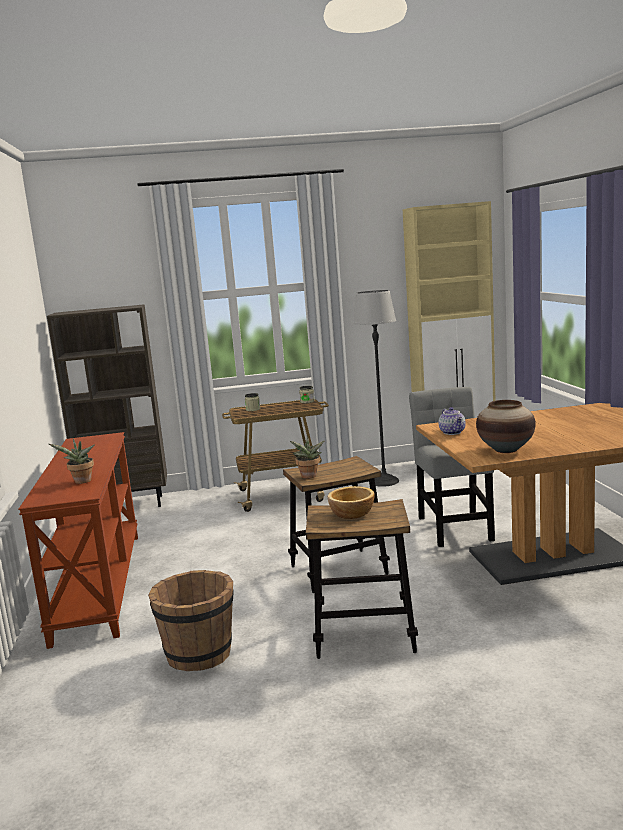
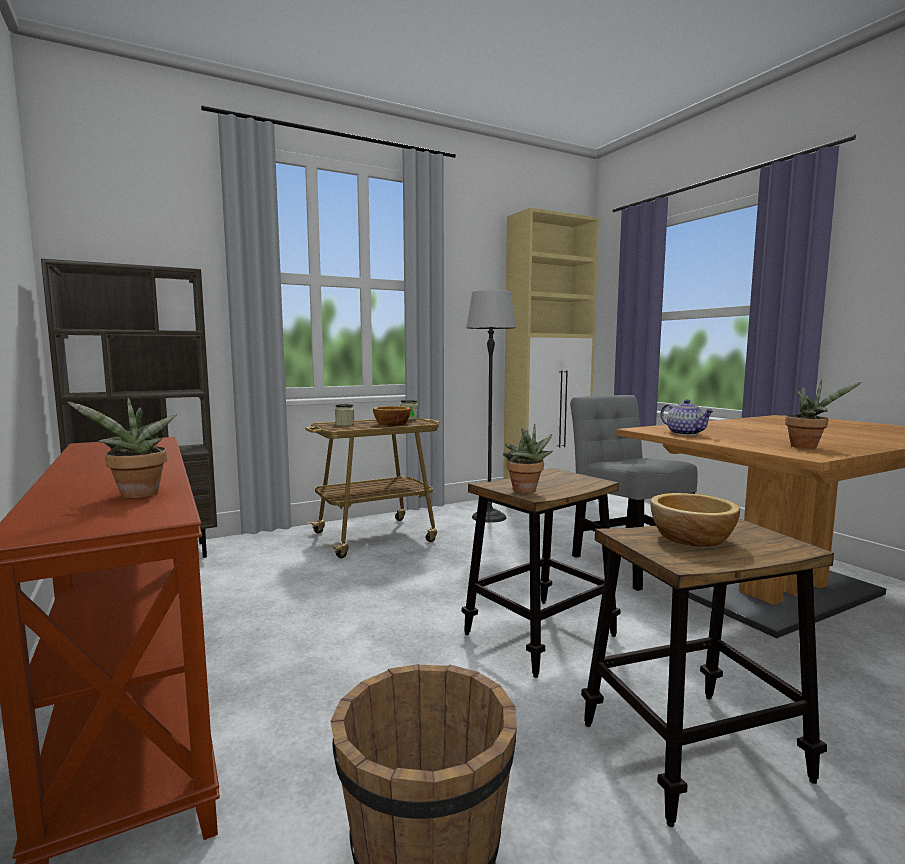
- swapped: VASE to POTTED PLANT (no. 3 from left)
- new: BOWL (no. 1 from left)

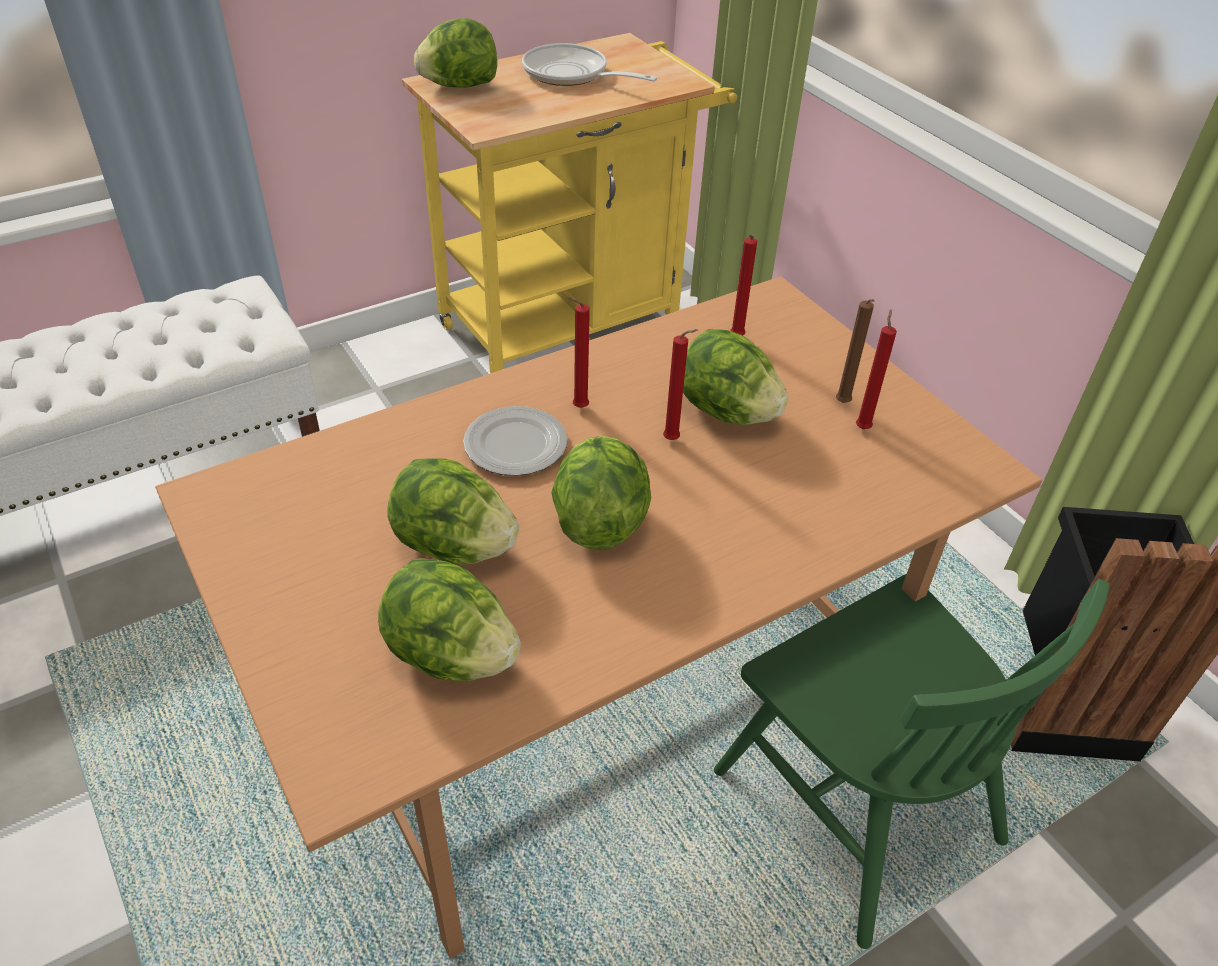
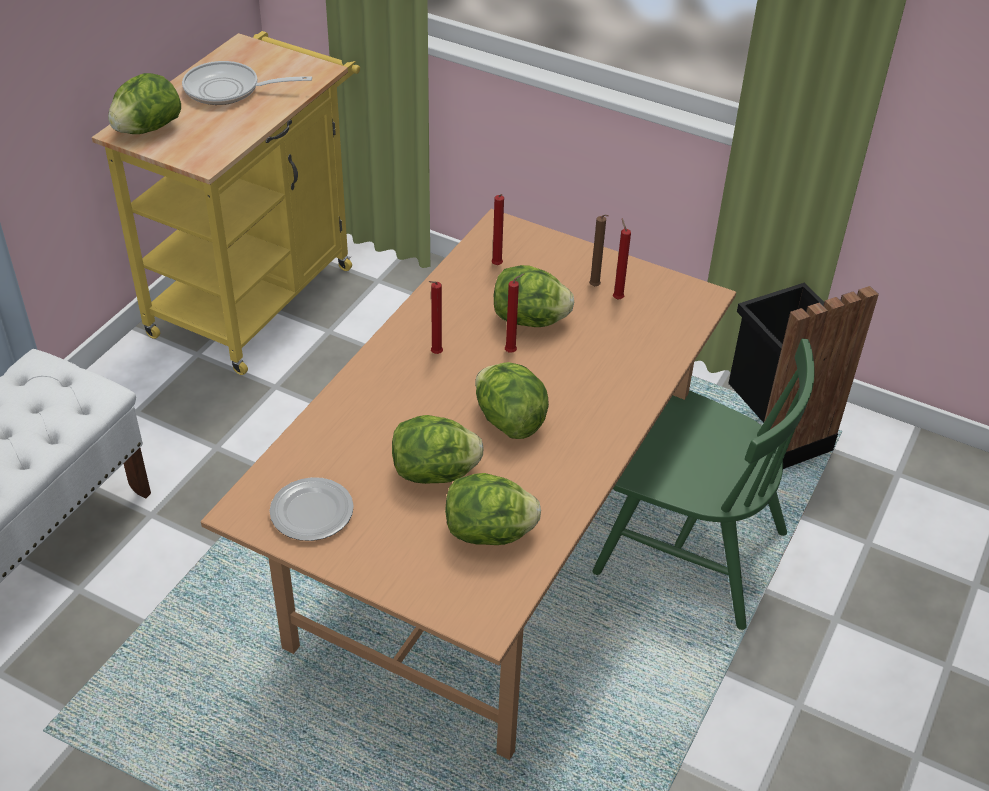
- shifted: PLATE

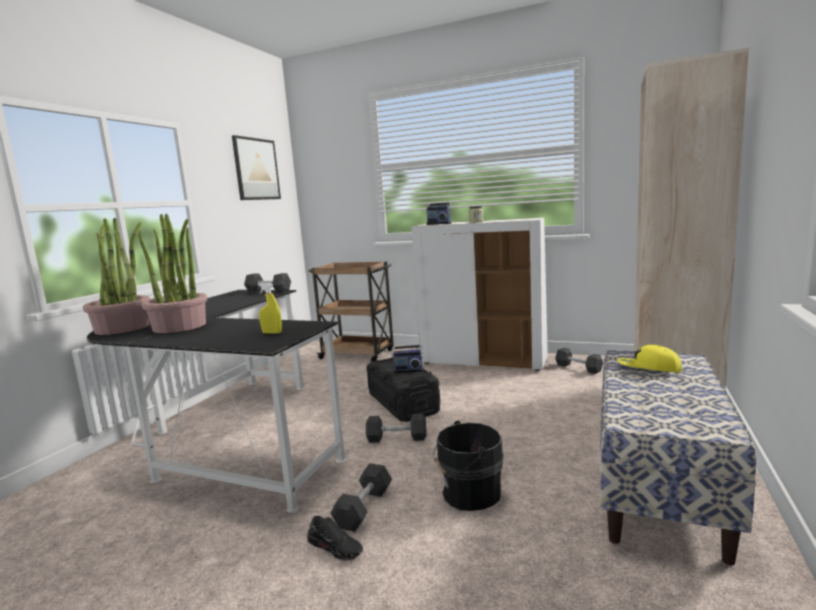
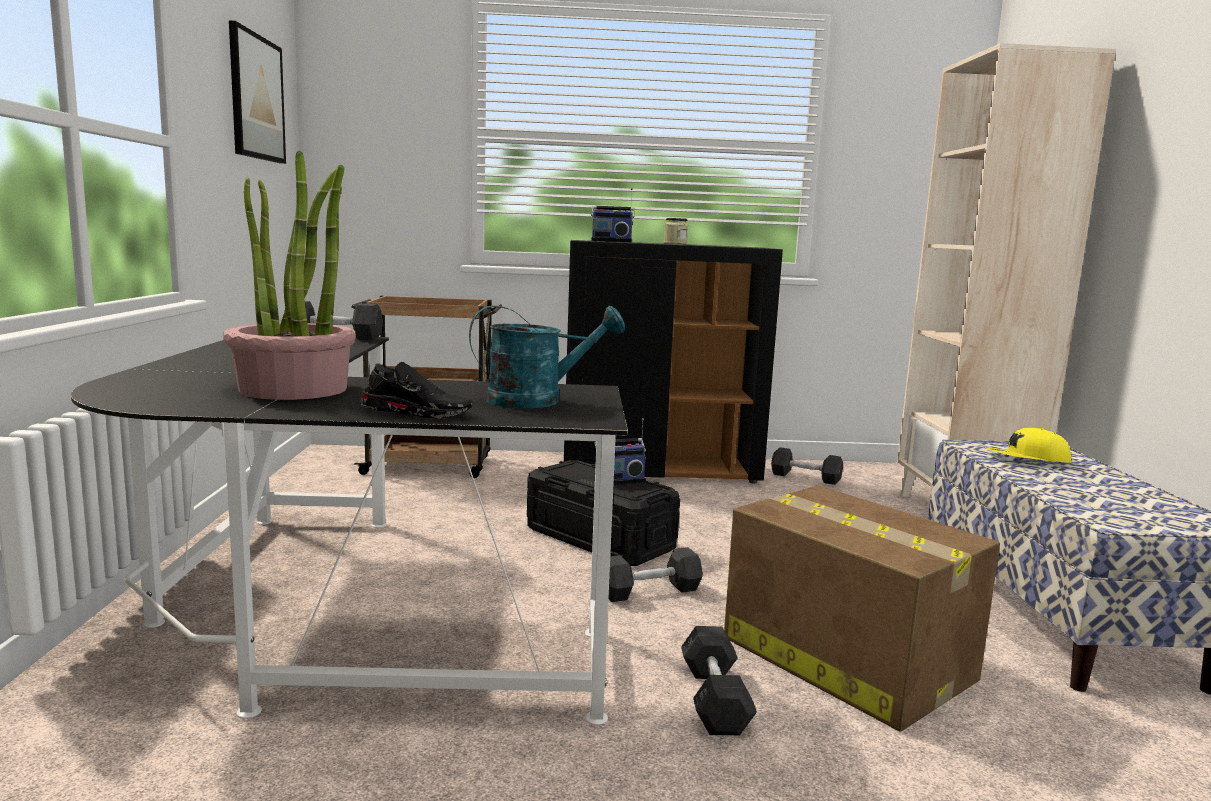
- gone: POTTED PLANT (no. 1 from left)
- swapped: YELLOW SPRAY BOTTLE to TURQUOISE WATERING CAN
- shifted: BLACK SHOE
- repainted: WHITE CABINET to BLACK CABINET
- swapped: BLACK BUCKET to CARDBOARD BOX

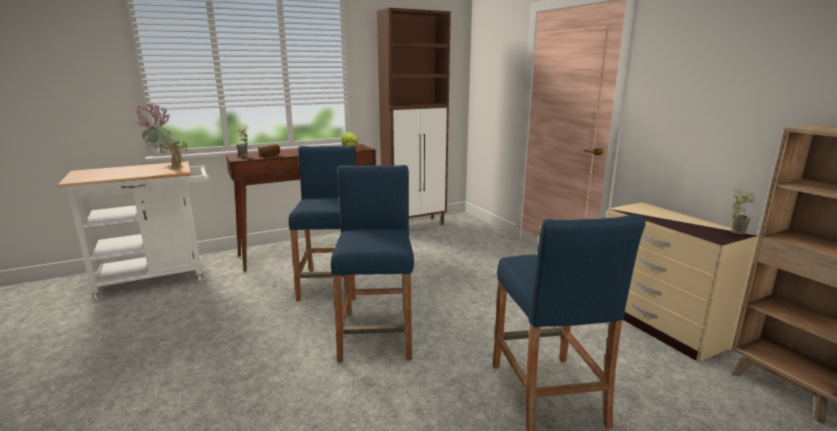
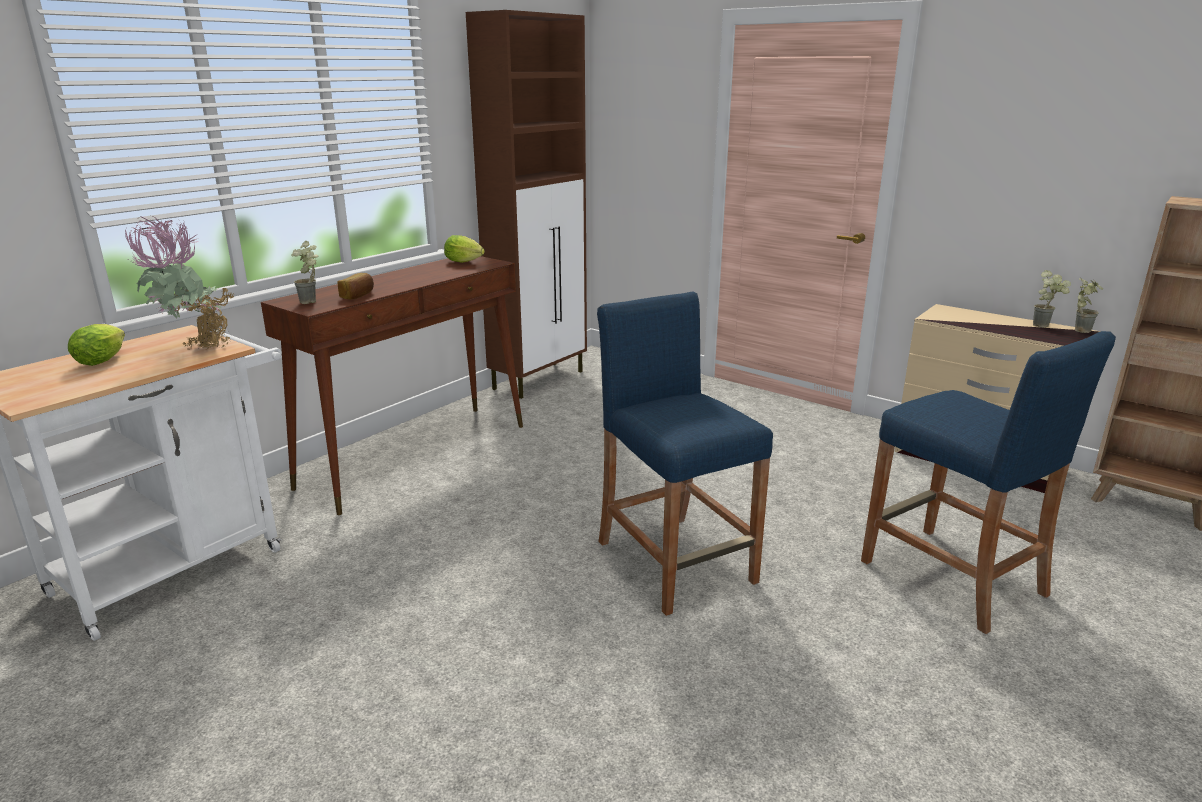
- gone: BLUE STOOL (no. 1 from left)
- new: LETTUCE (no. 1 from left)
- new: POTTED PLANT (no. 3 from left)

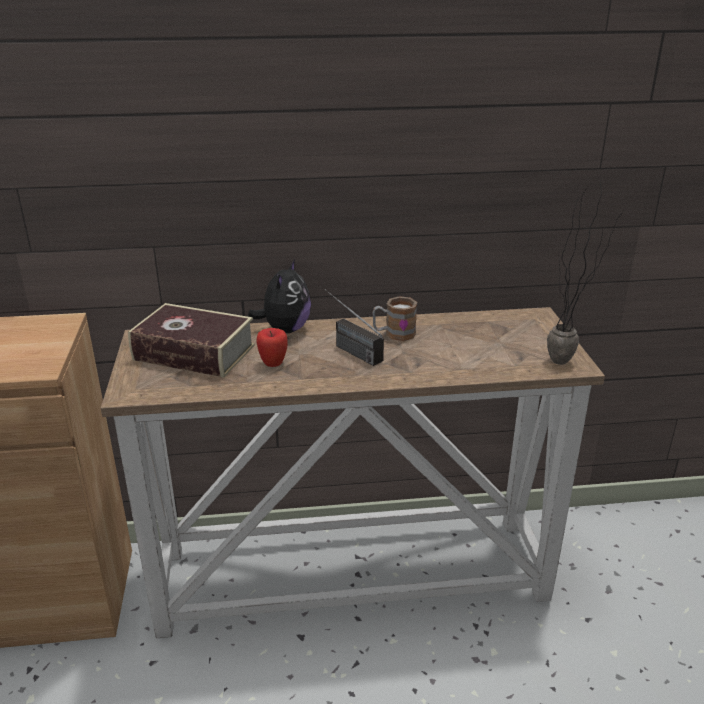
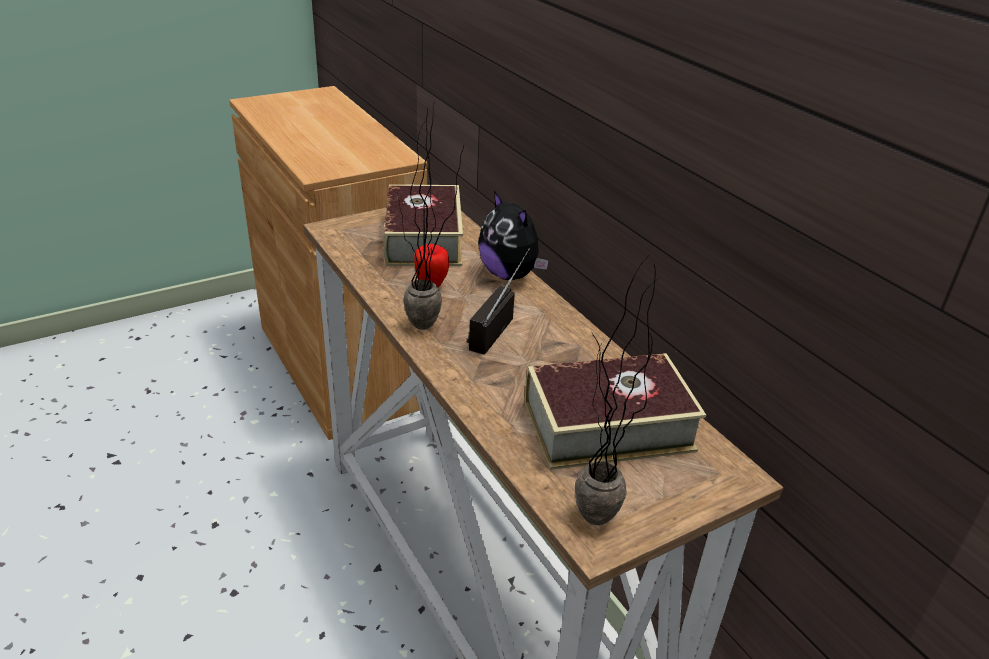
- rotated: PLUSH TOY 60 degrees clockwise
- gone: MUG
- new: POTTED PLANT (no. 1 from left)
- new: BOOK (no. 2 from left)

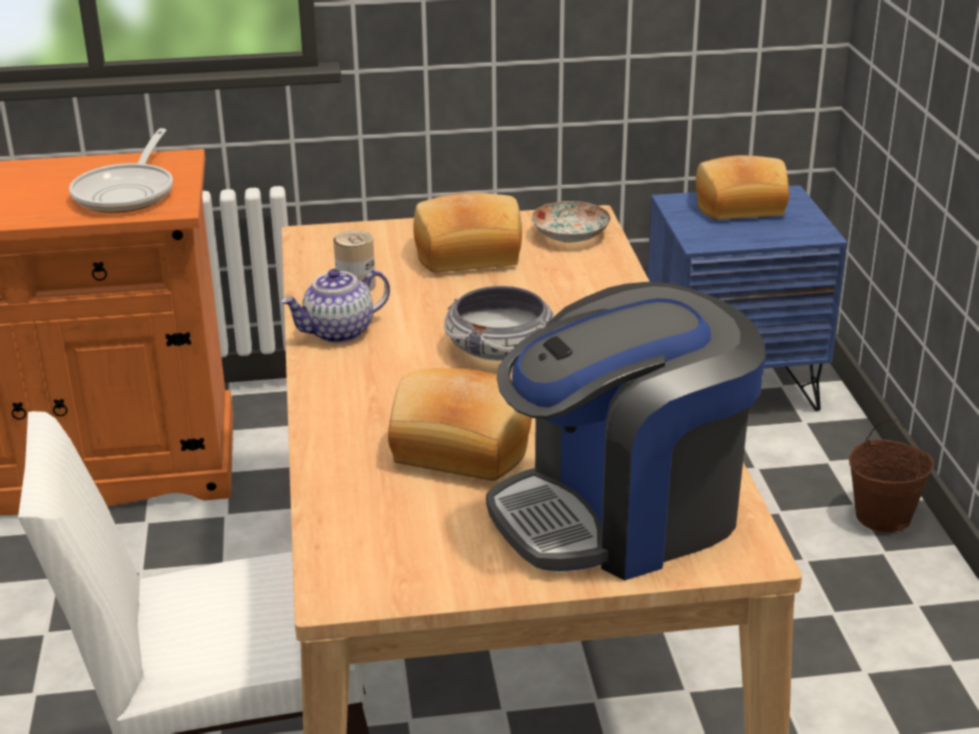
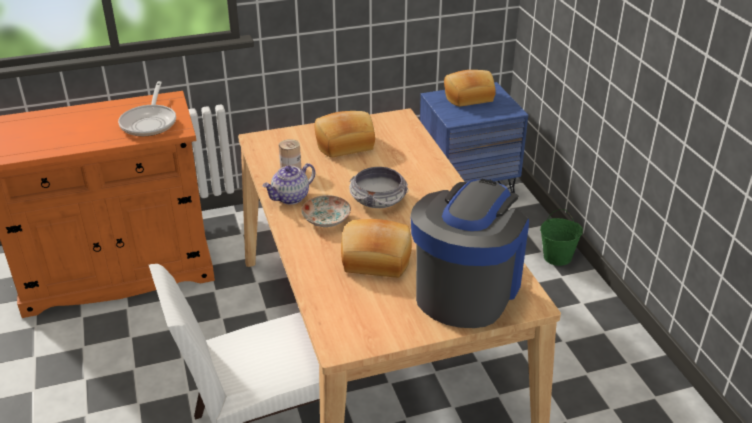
- rotated: COFFEE MACHINE 150 degrees clockwise
- shifted: PLATE
- repainted: BROWN BUCKET to GREEN BUCKET

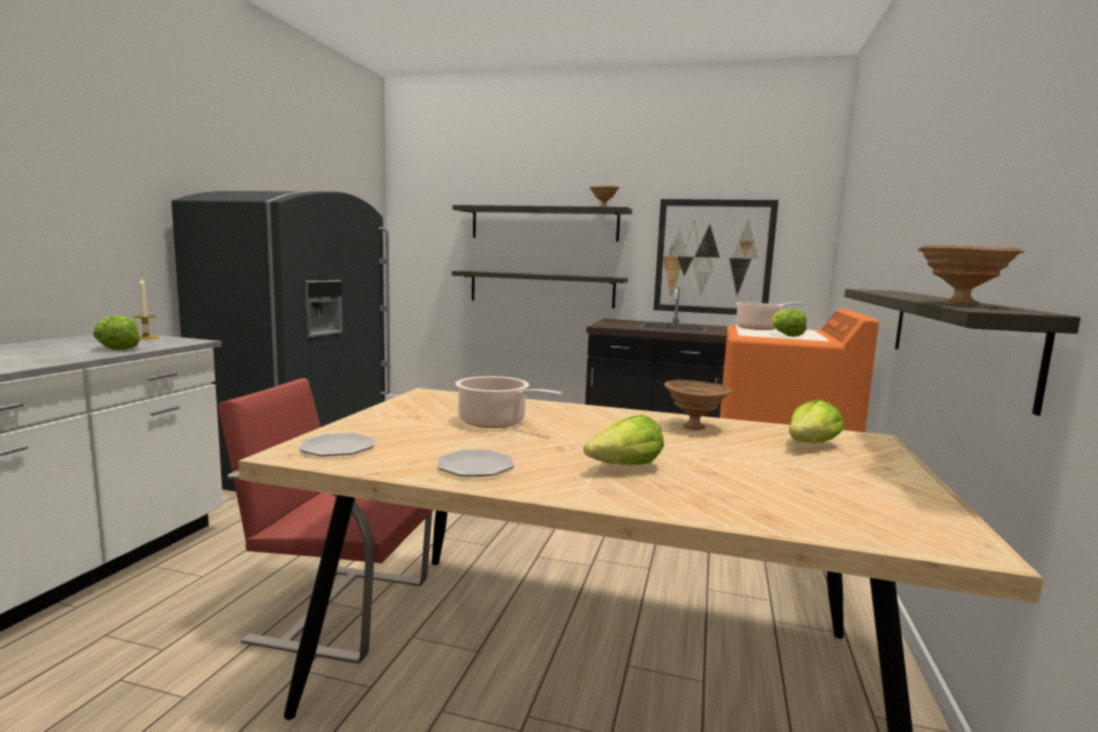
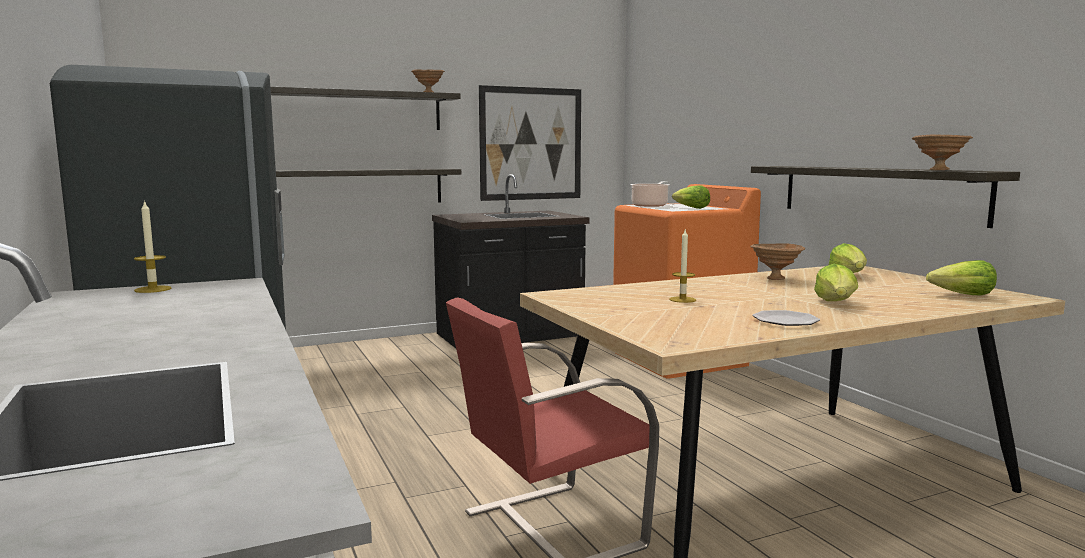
- shifted: LETTUCE (no. 1 from left in the first image) to LETTUCE (no. 4 from left)
- gone: PLATE (no. 1 from left)
- swapped: COOKING POT (no. 1 from left) to CANDLE (no. 2 from left)

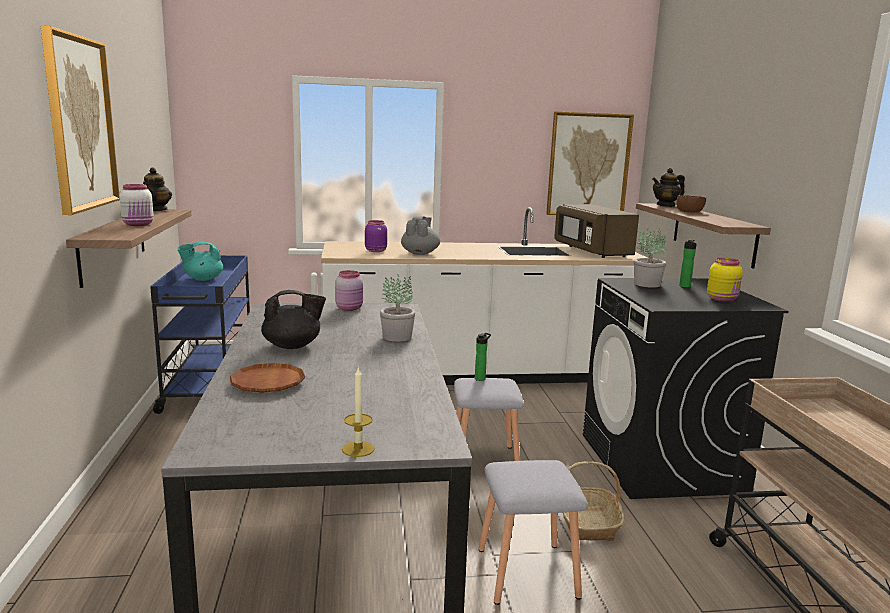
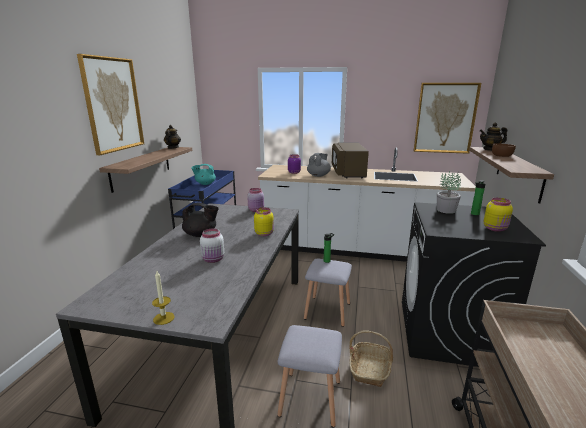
- shifted: WHITE JAR
- gone: BROWN PLATE
- swapped: POTTED PLANT (no. 1 from left) to YELLOW JAR (no. 1 from left)
- shifted: BROWN MICROWAVE

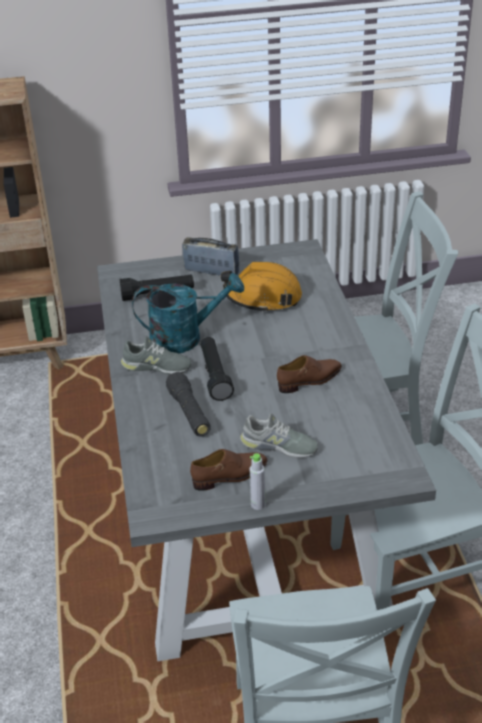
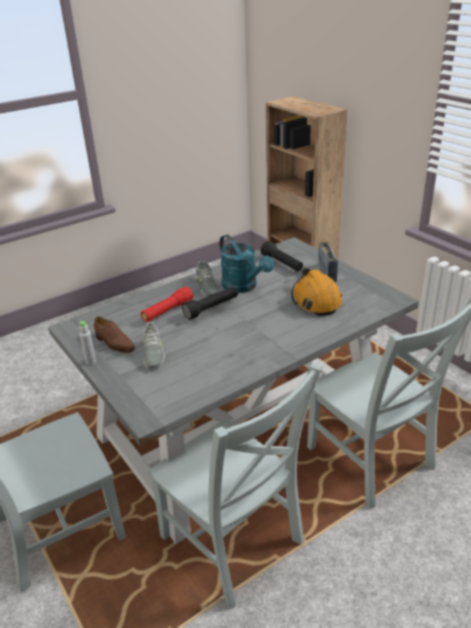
- repainted: BLACK FLASHLIGHT (no. 2 from left) to RED FLASHLIGHT
- gone: BROWN SHOE (no. 2 from left)

